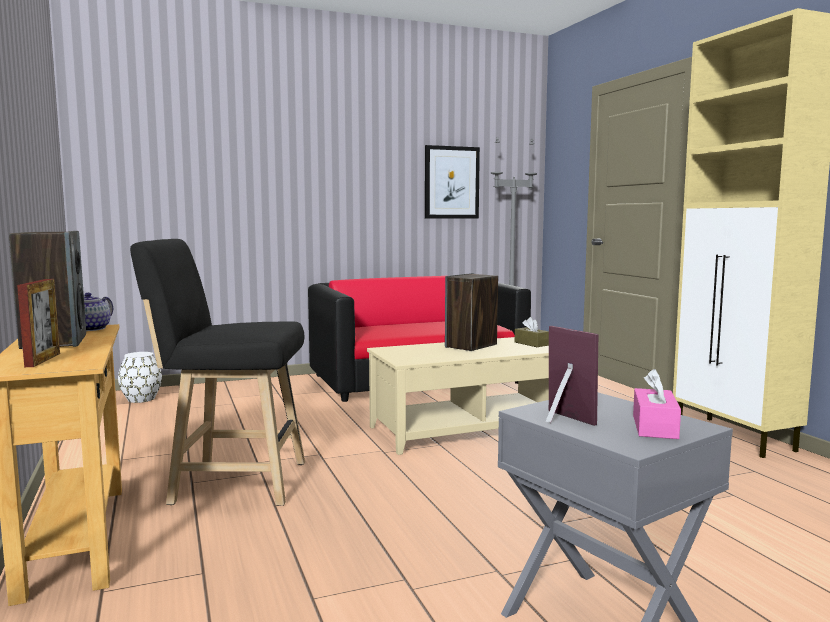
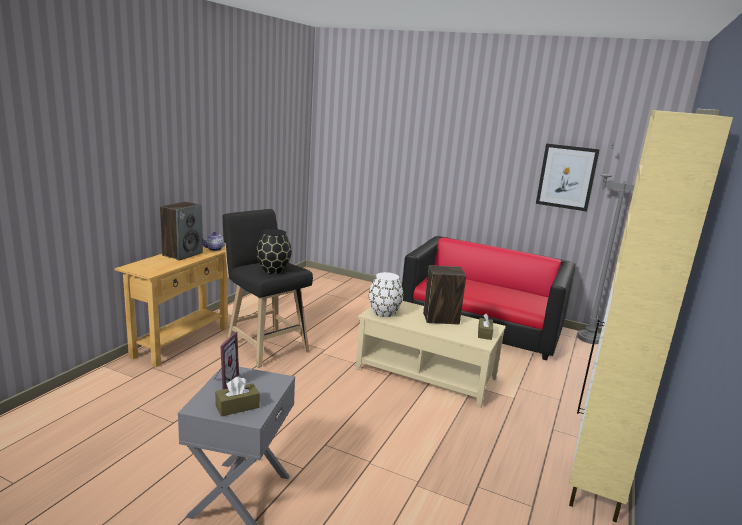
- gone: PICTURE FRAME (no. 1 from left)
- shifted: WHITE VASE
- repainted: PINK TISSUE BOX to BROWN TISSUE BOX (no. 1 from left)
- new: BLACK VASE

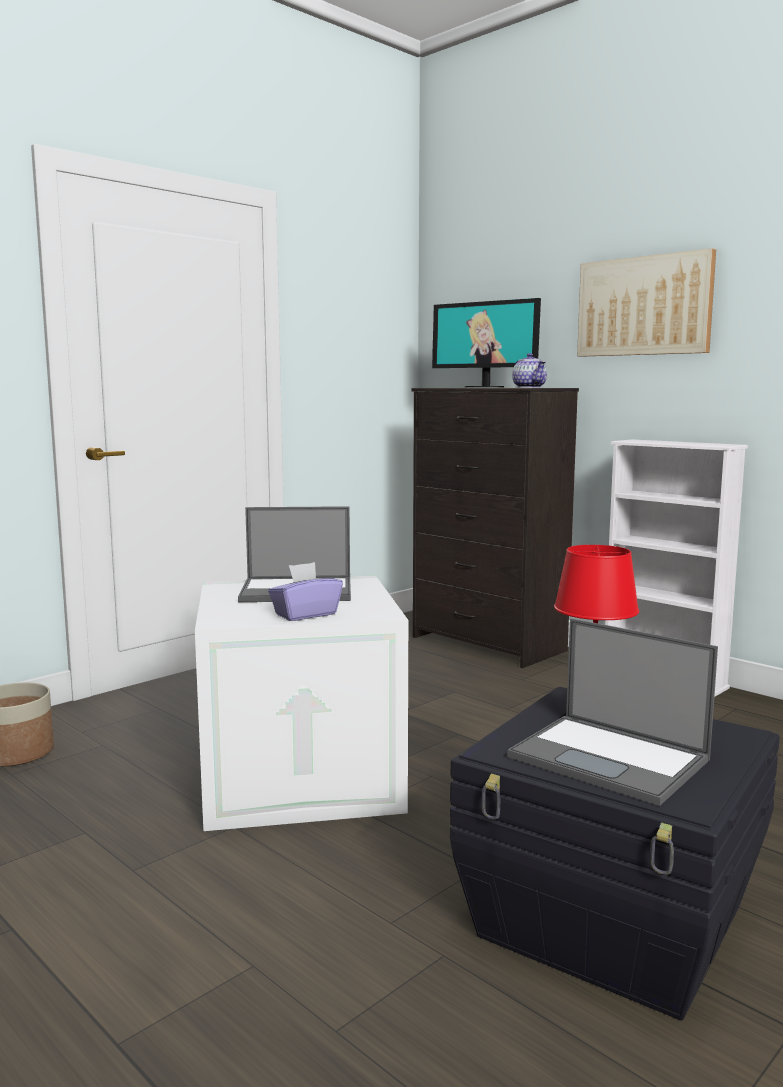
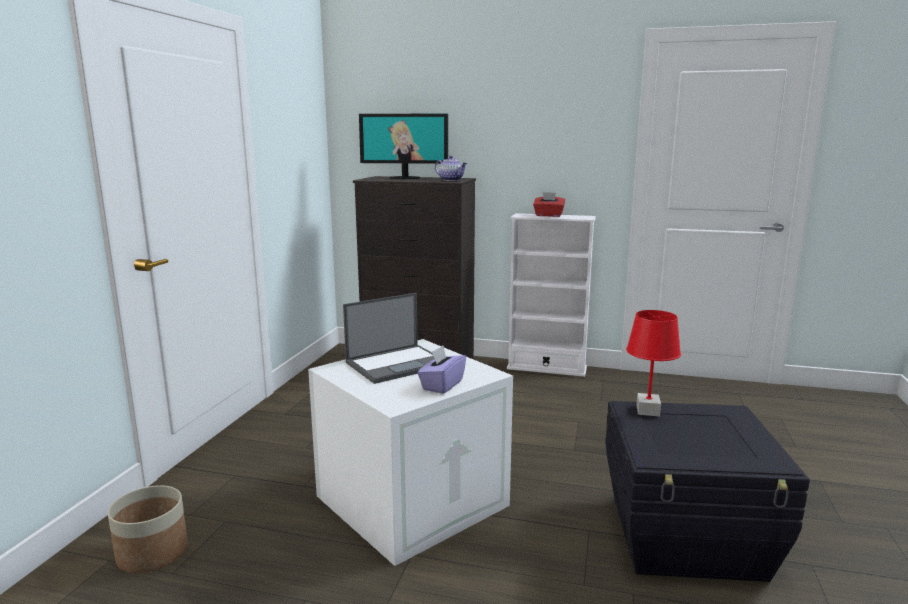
- gone: LAPTOP (no. 2 from left)
- gone: PICTURE
- new: RED TISSUE BOX

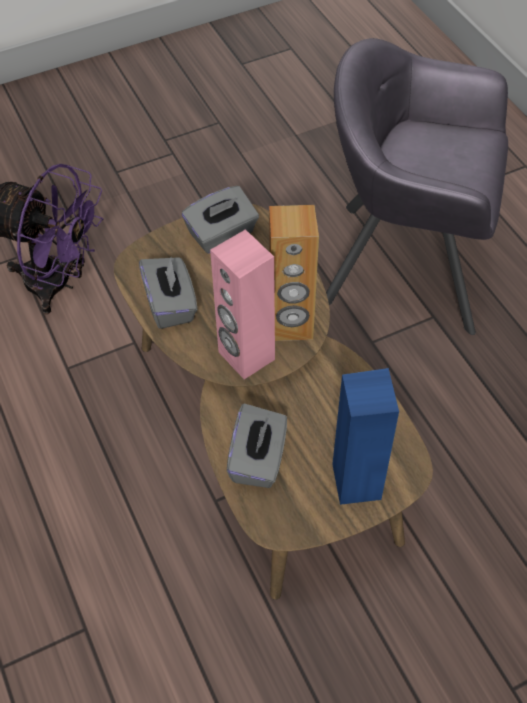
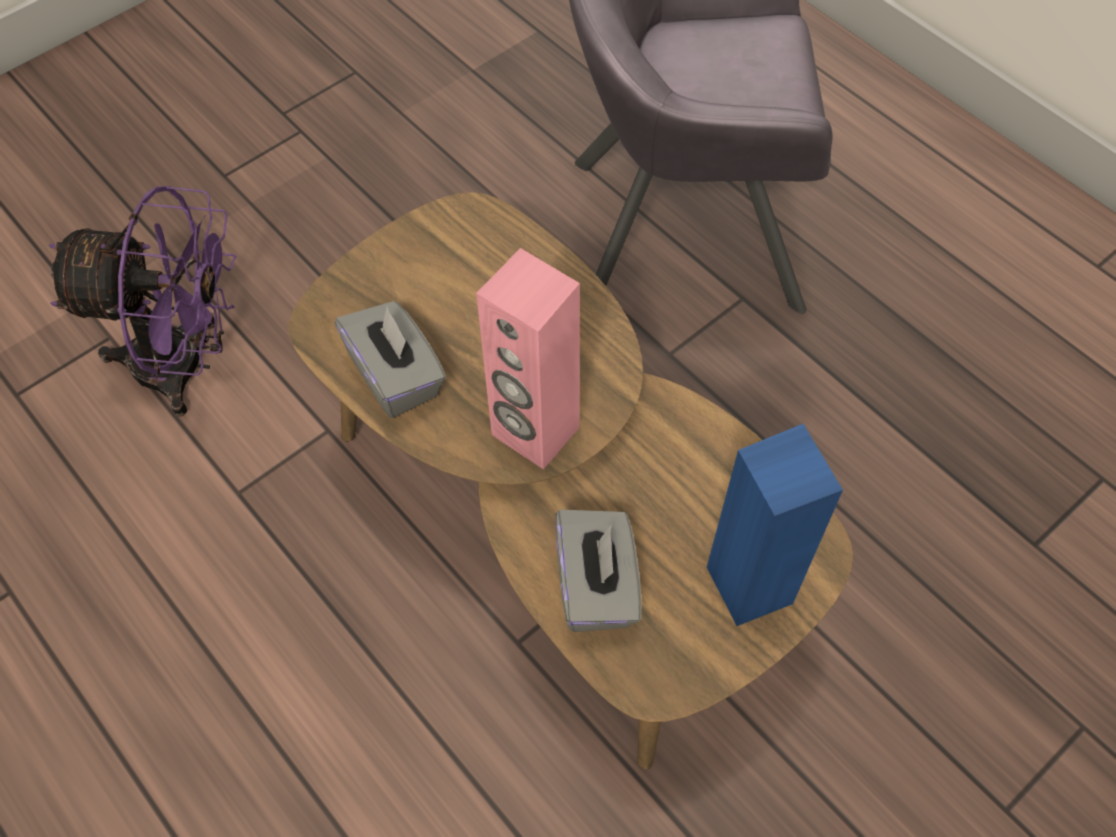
- gone: GREY TISSUE BOX (no. 2 from left)
- gone: BROWN SPEAKER

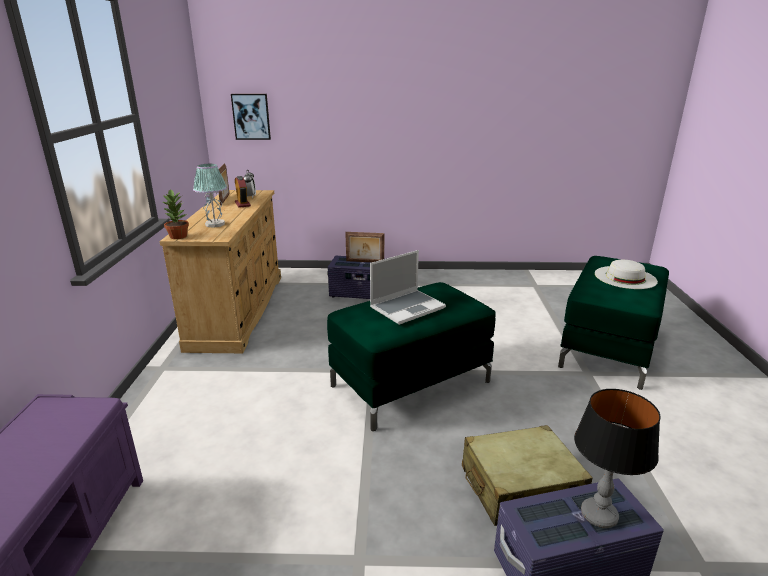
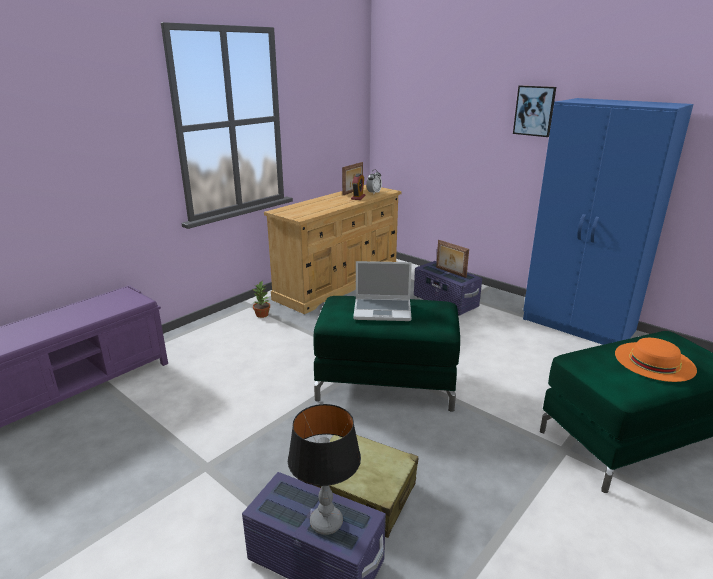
- shifted: POTTED PLANT
- gone: TABLE LAMP (no. 1 from left)
- shifted: PICTURE
- repainted: WHITE HAT to ORANGE HAT
- new: BLUE WARDROBE

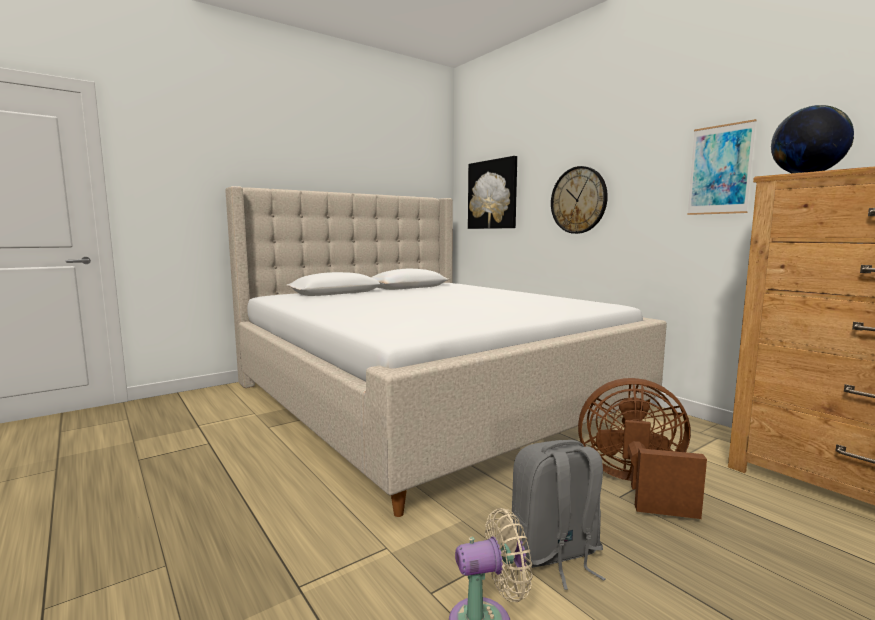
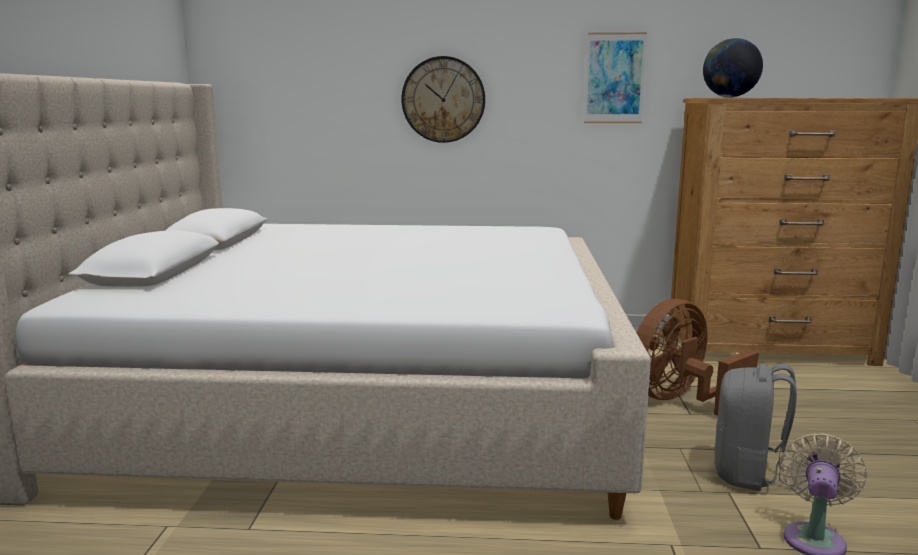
- gone: PICTURE (no. 1 from left)

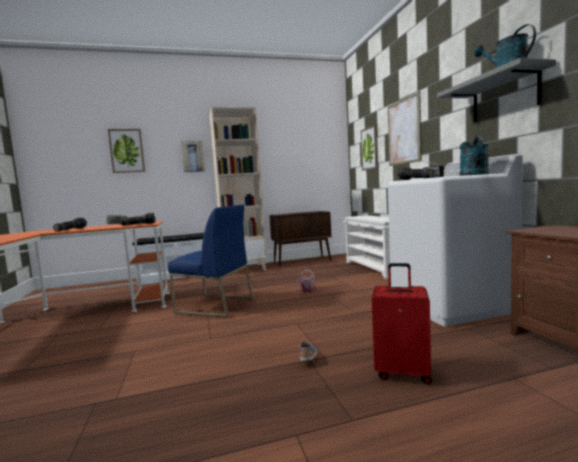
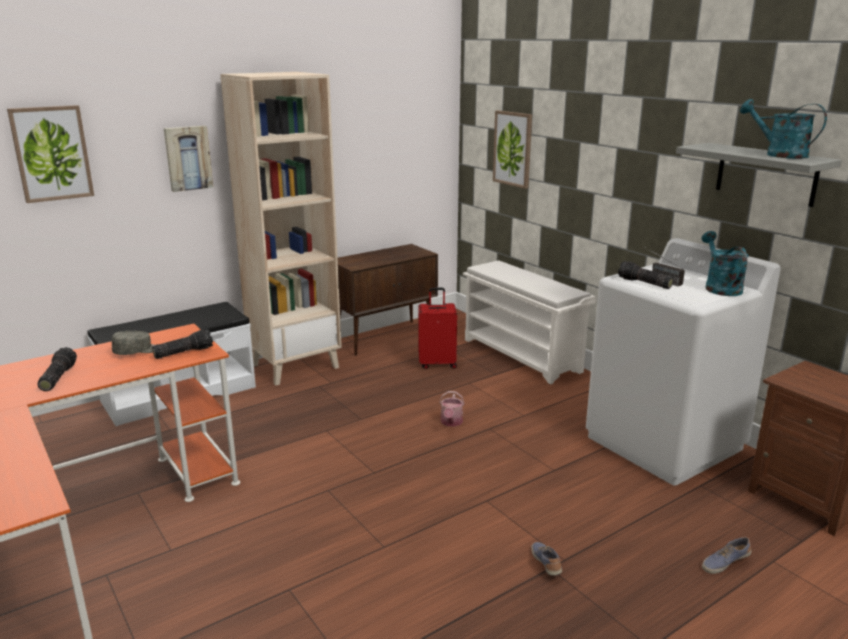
- gone: BLUE CHAIR
- shifted: RED SUITCASE
- gone: PICTURE (no. 4 from left)
- new: SHOE (no. 2 from left)

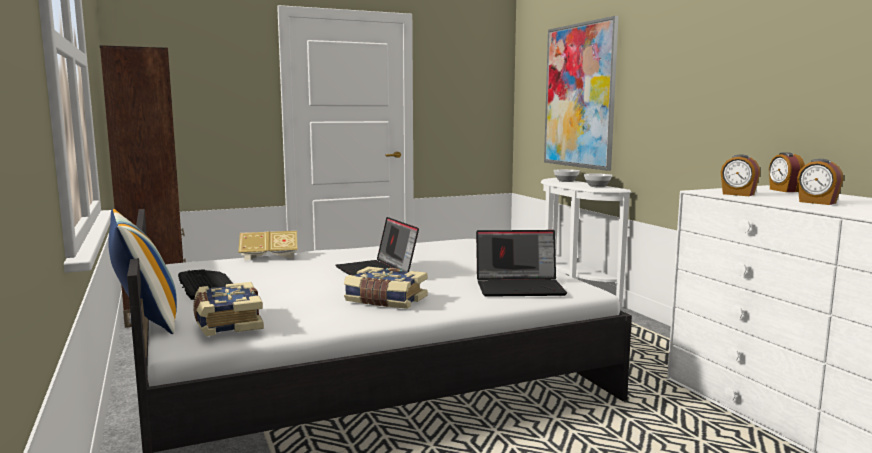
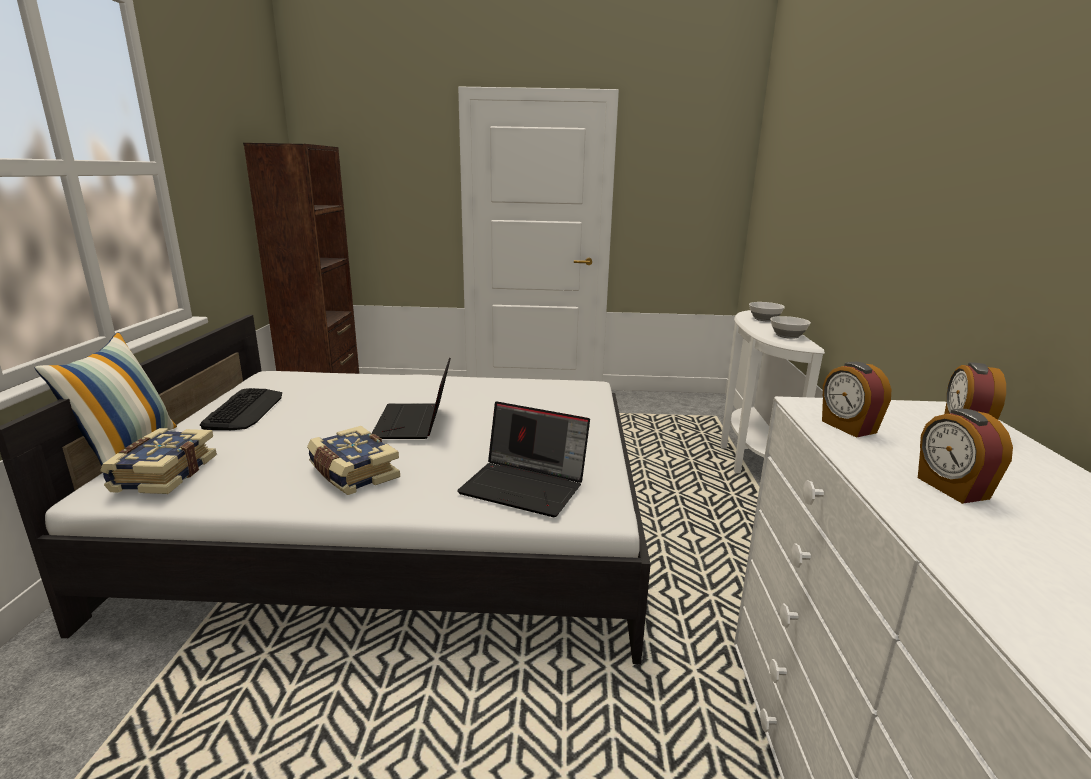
- gone: BOOK (no. 2 from left)
- gone: PICTURE

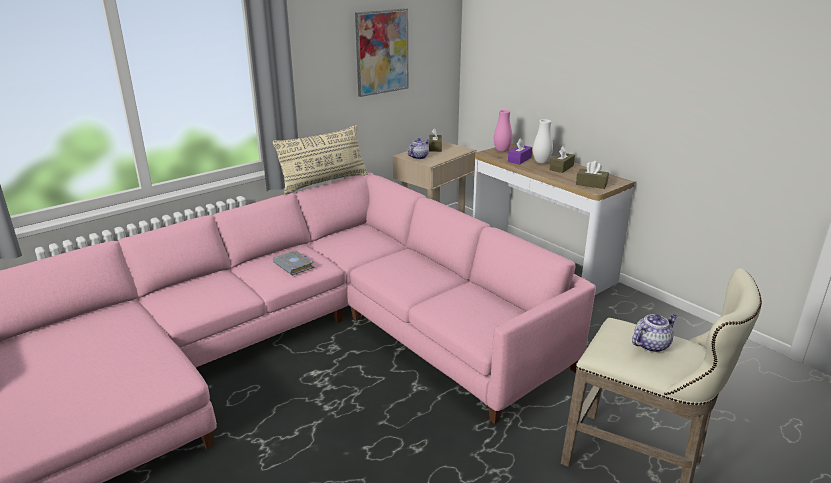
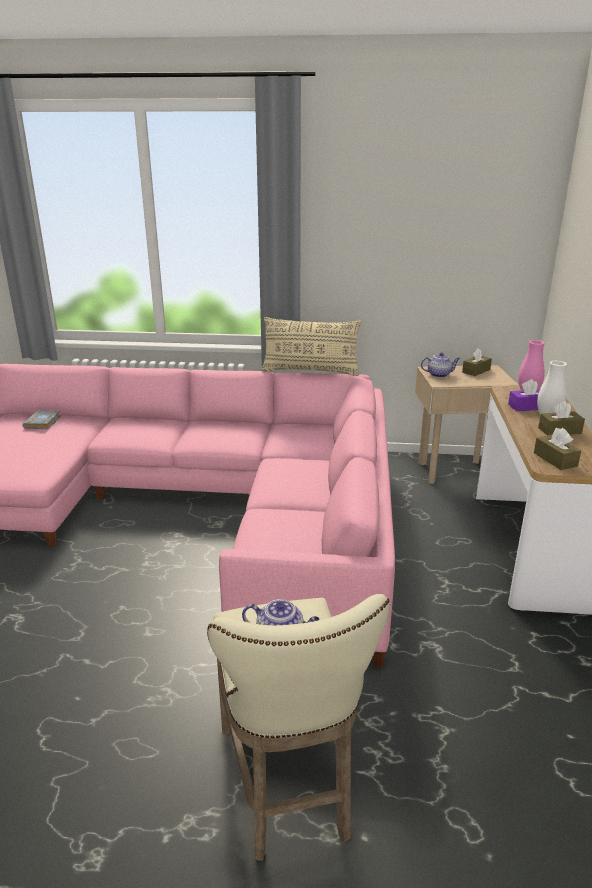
- shifted: GREY BOOK
- gone: PICTURE

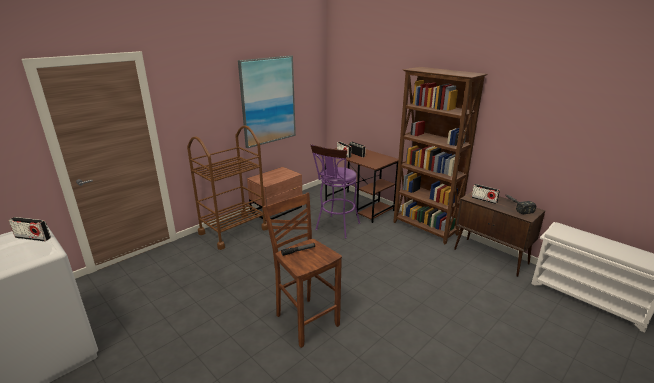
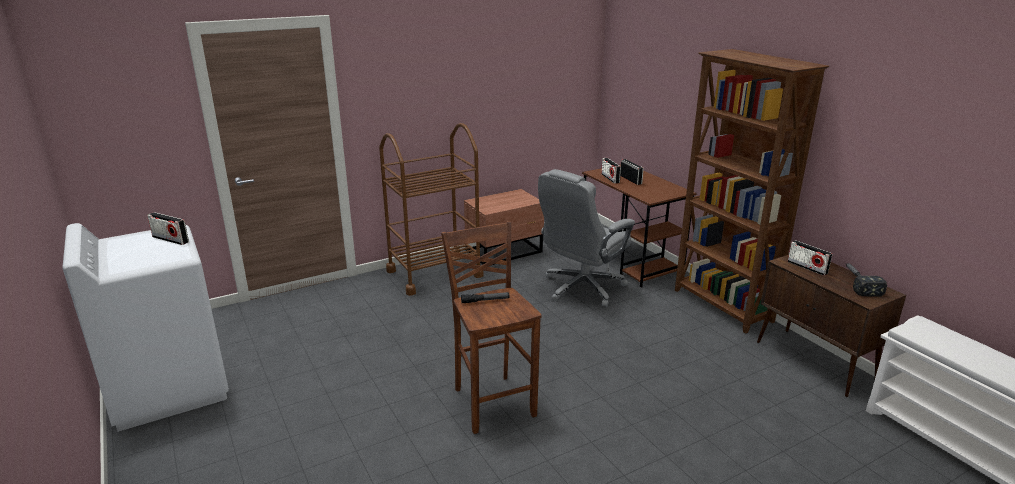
- gone: PICTURE
- swapped: PURPLE STOOL to GREY OFFICE CHAIR

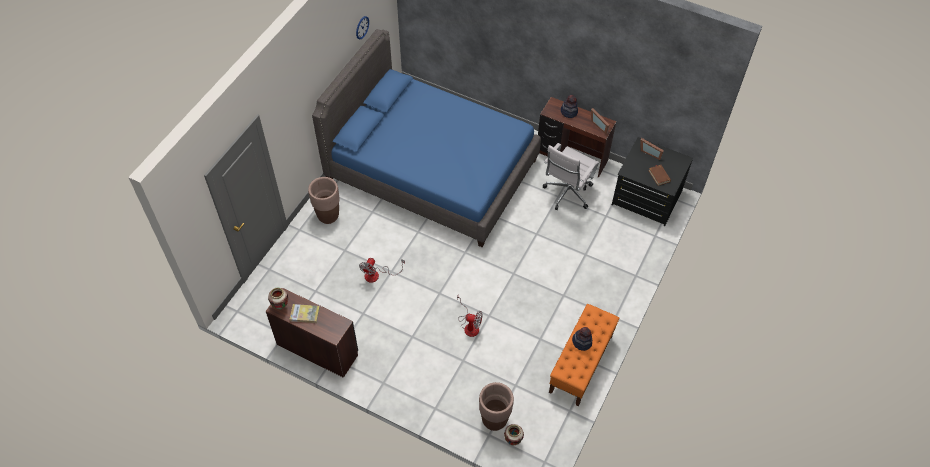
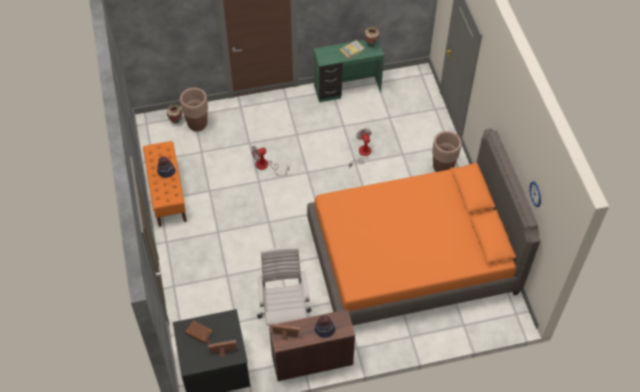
- repainted: BROWN DESK (no. 1 from left) to GREEN DESK
- repainted: BLUE BED to ORANGE BED

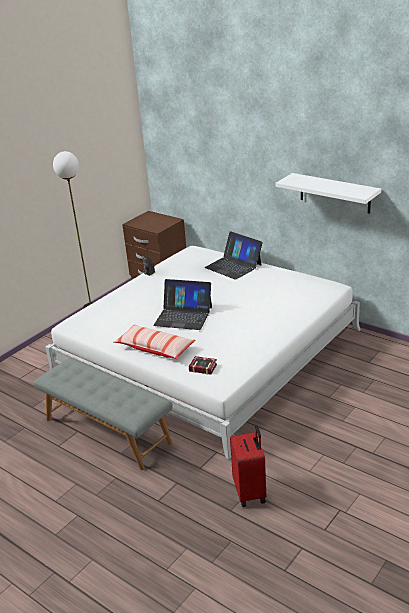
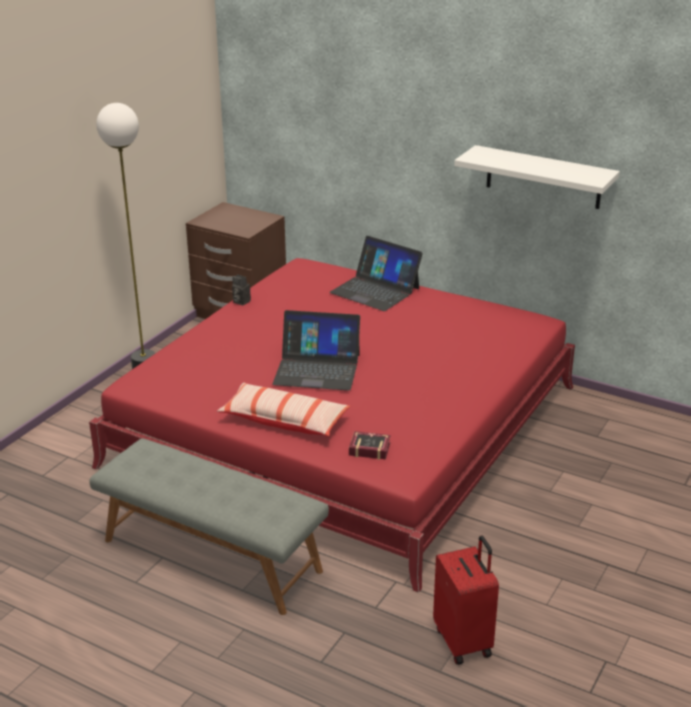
- repainted: WHITE BED to RED BED

